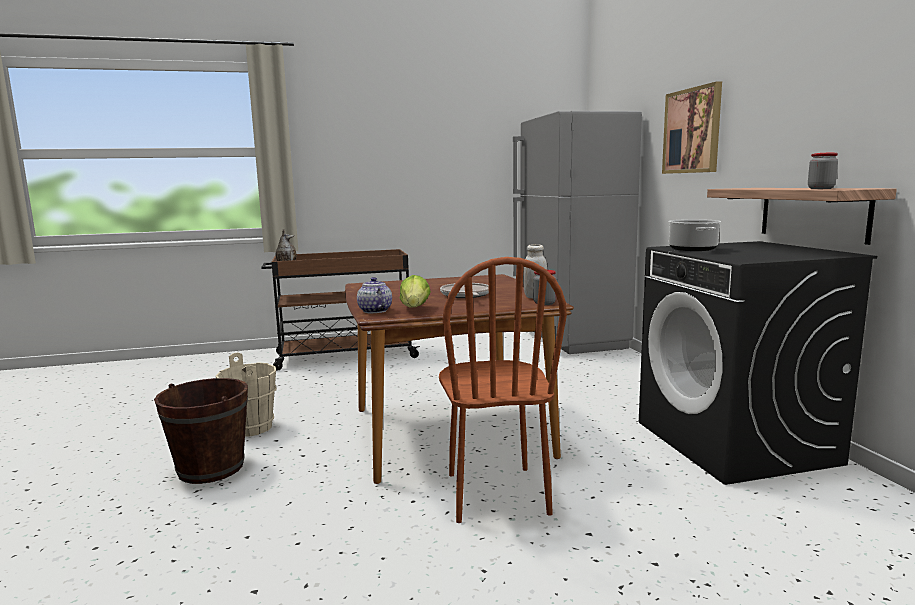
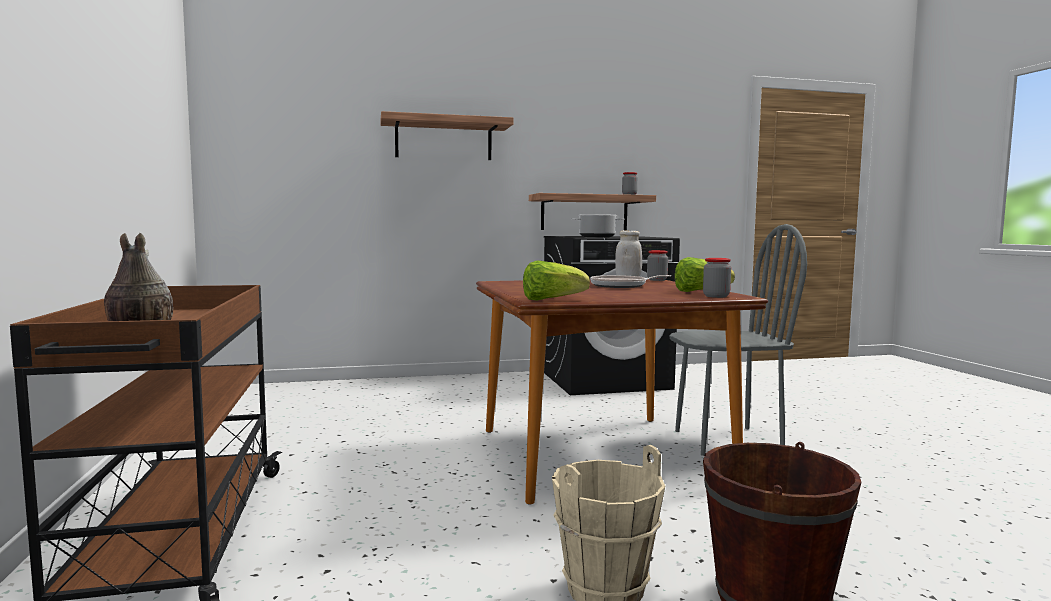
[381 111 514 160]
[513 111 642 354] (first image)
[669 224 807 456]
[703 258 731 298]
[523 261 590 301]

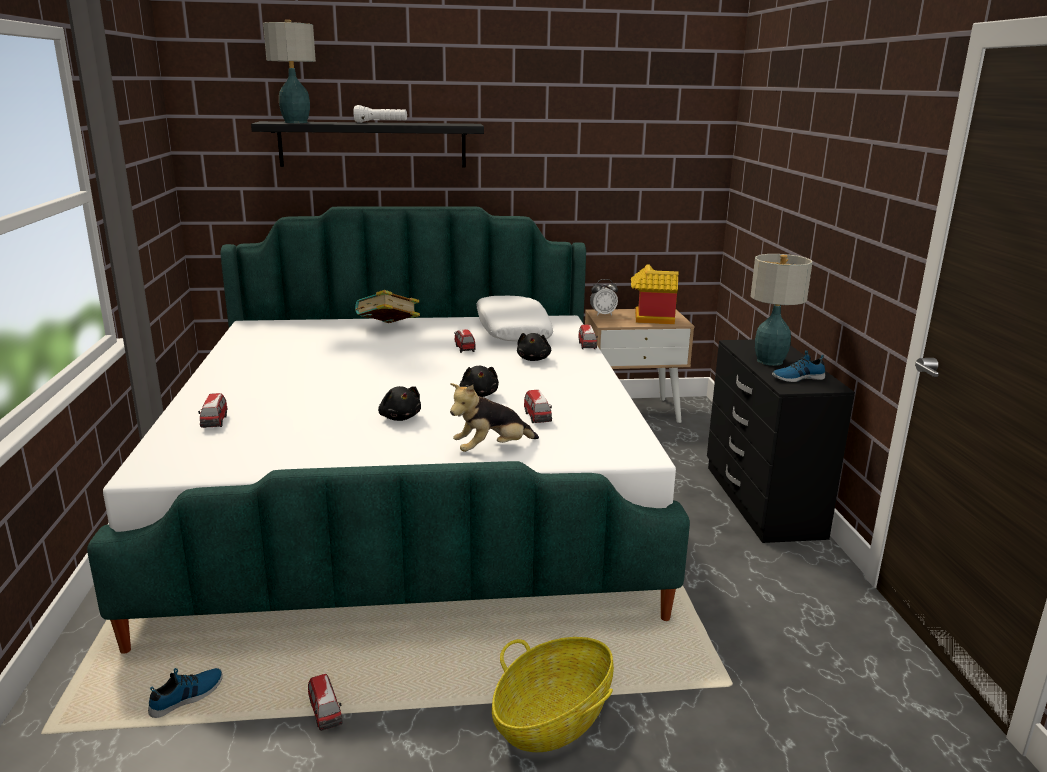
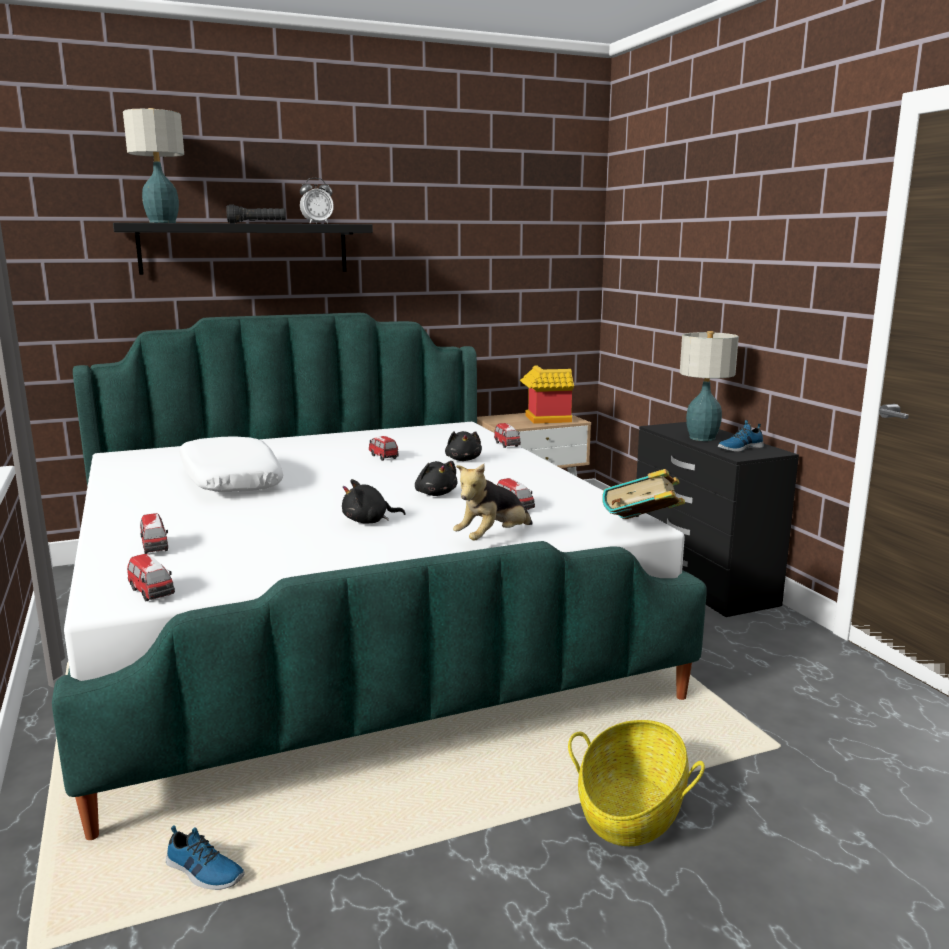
[226 204 286 223]
[300 178 334 224]
[602 469 685 519]
[179 436 283 492]
[342 479 406 524]
[166 825 245 890]
[127 554 175 601]

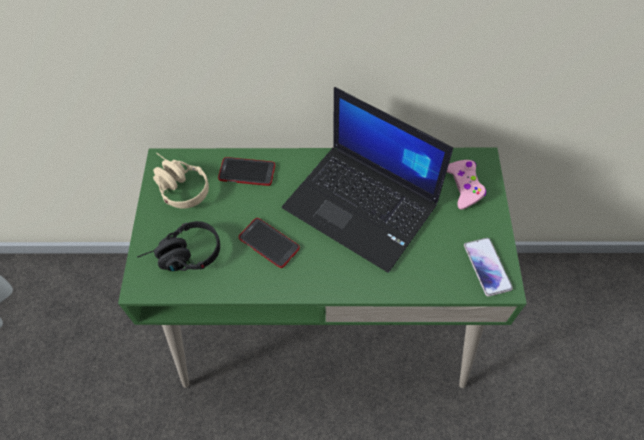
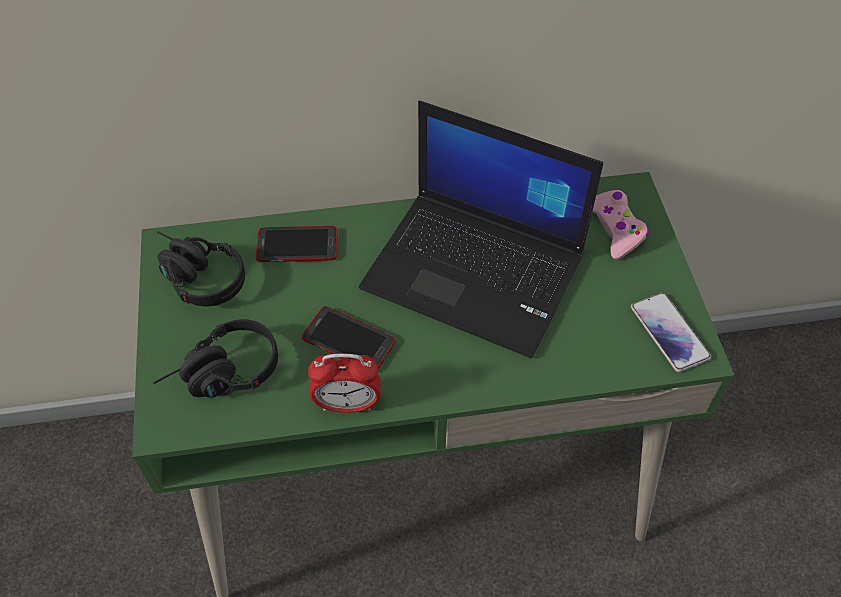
[157 232 245 306]
[308 354 381 413]

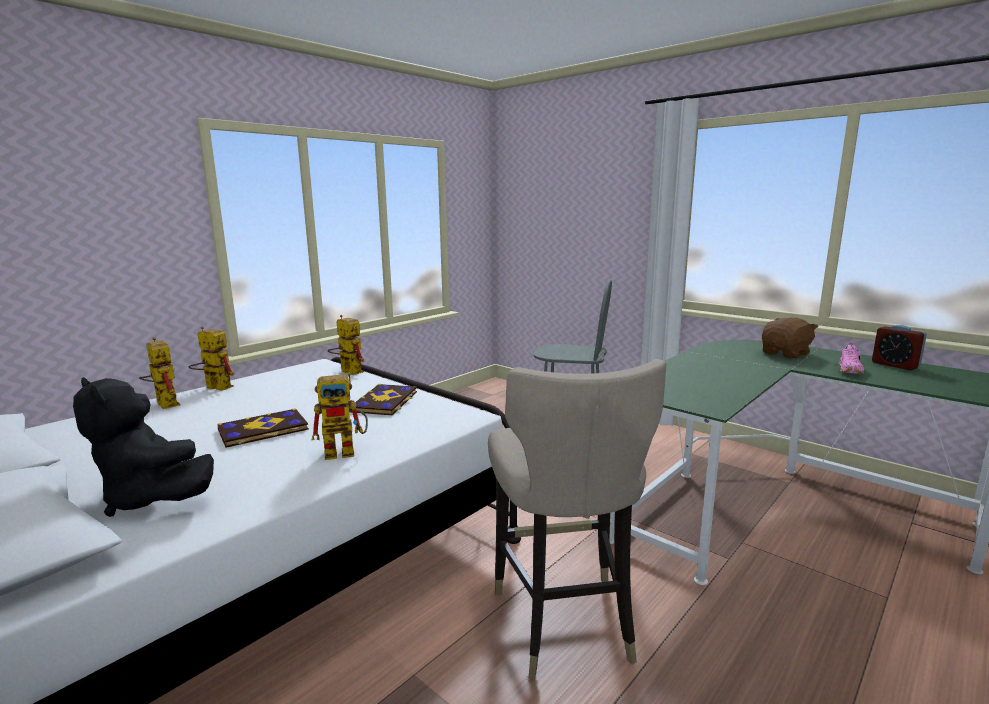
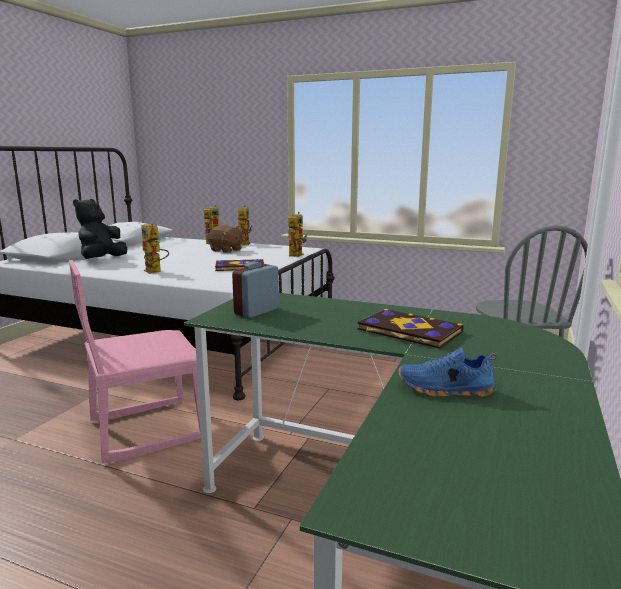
[208 225 243 253]
[232 262 279 318]
[398 348 496 397]
[69 260 201 463]
[358 309 464 349]

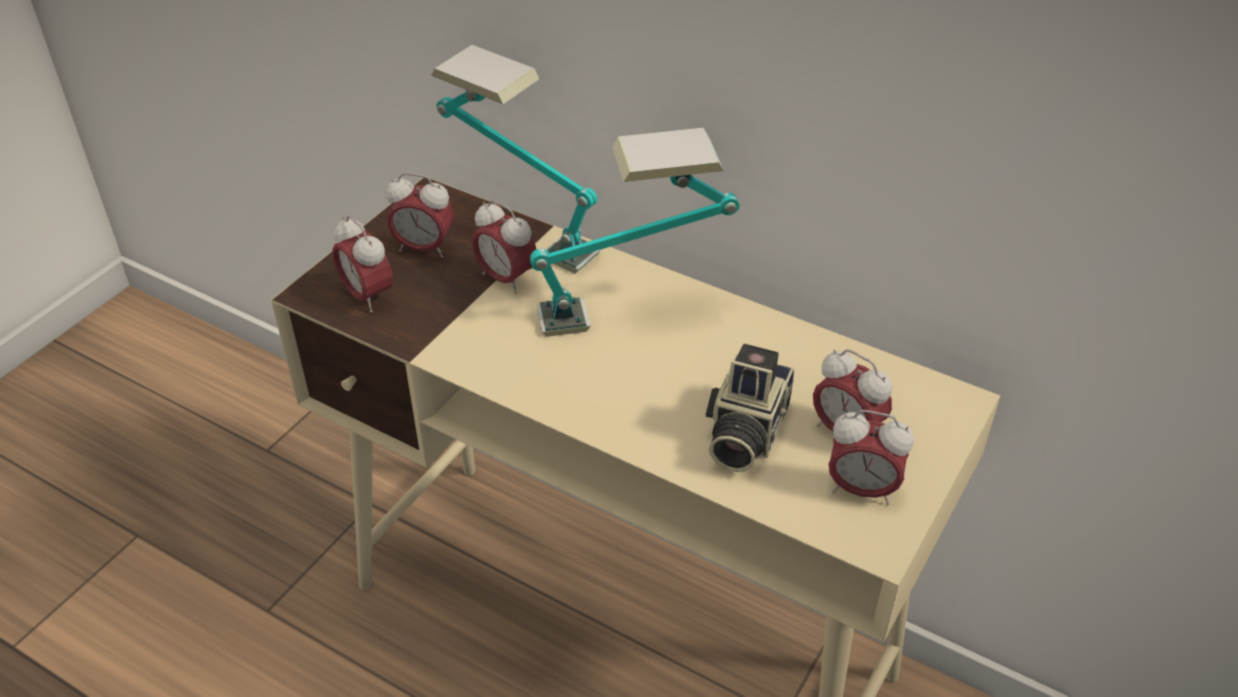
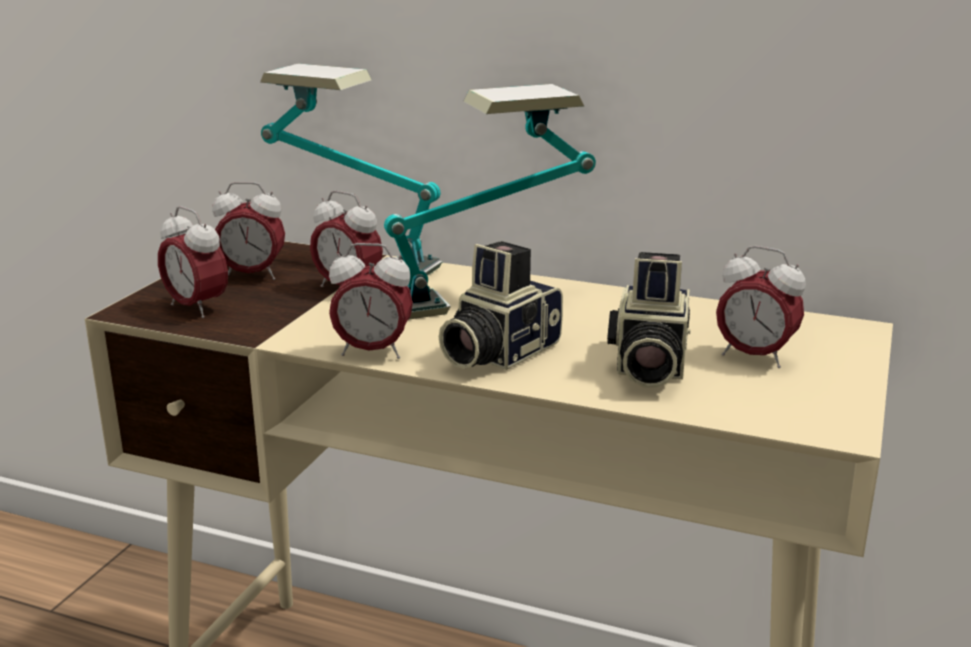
[329 243 413 359]
[439 241 563 370]

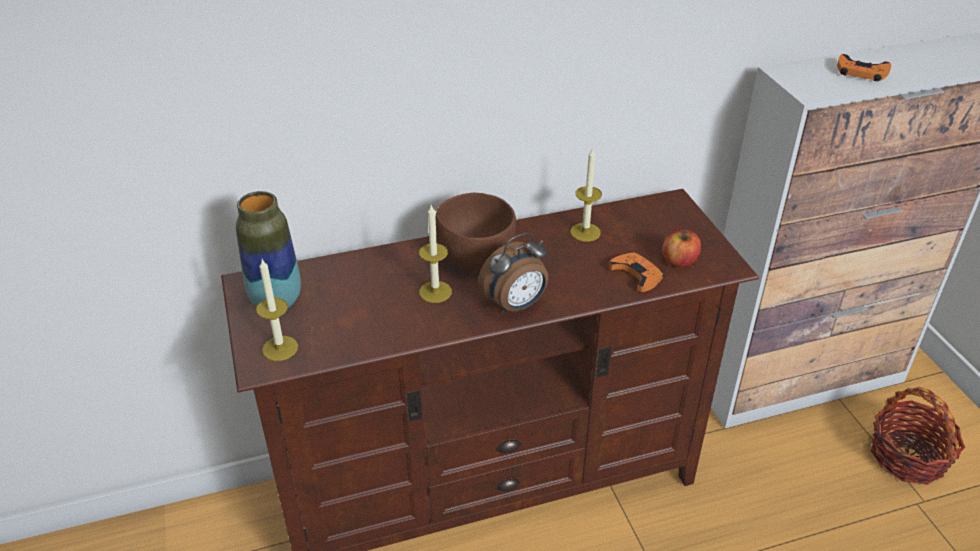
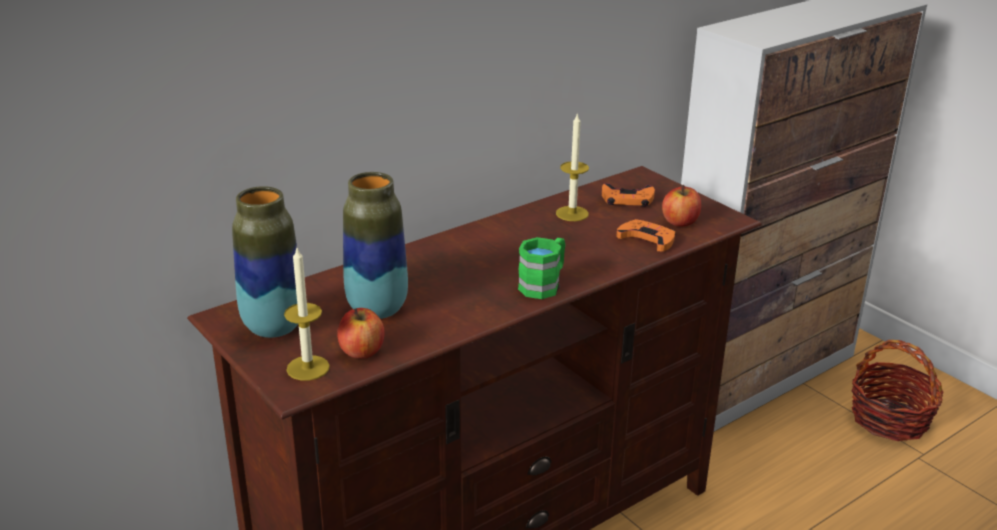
[602 183 655 207]
[436 193 516 269] (first image)
[419 205 452 303] (first image)
[518 237 565 299]
[343 172 408 319]
[337 308 385 359]

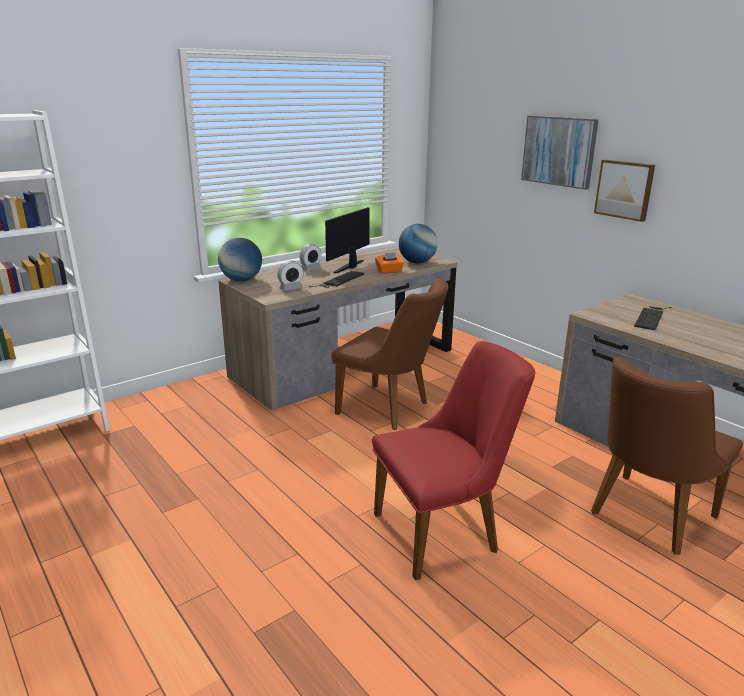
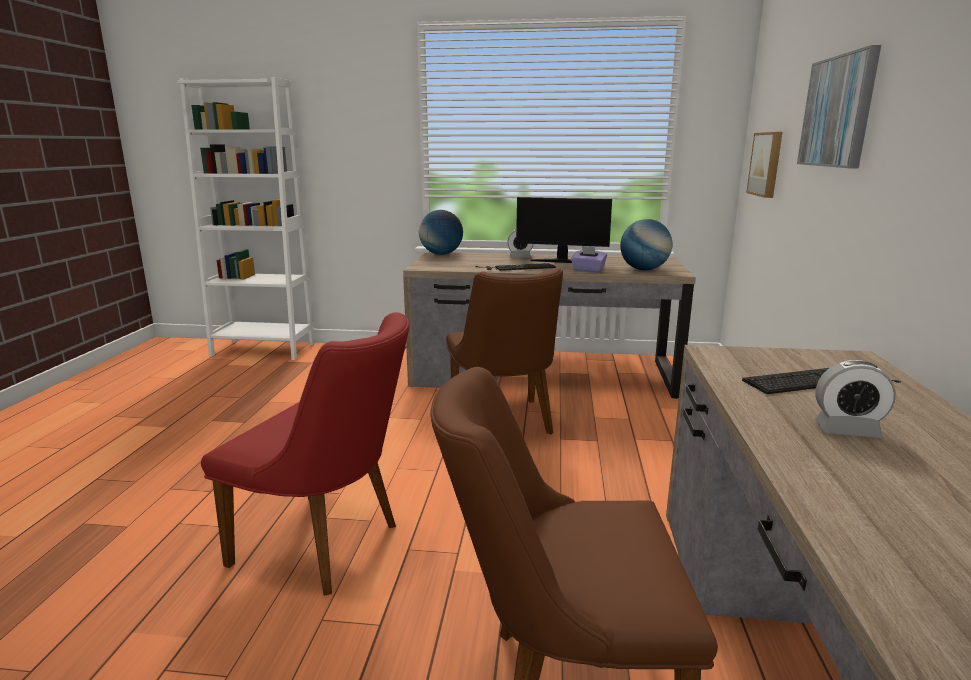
[746 132 783 198]
[516 197 612 263]
[571 246 607 273]
[815 360 896 438]

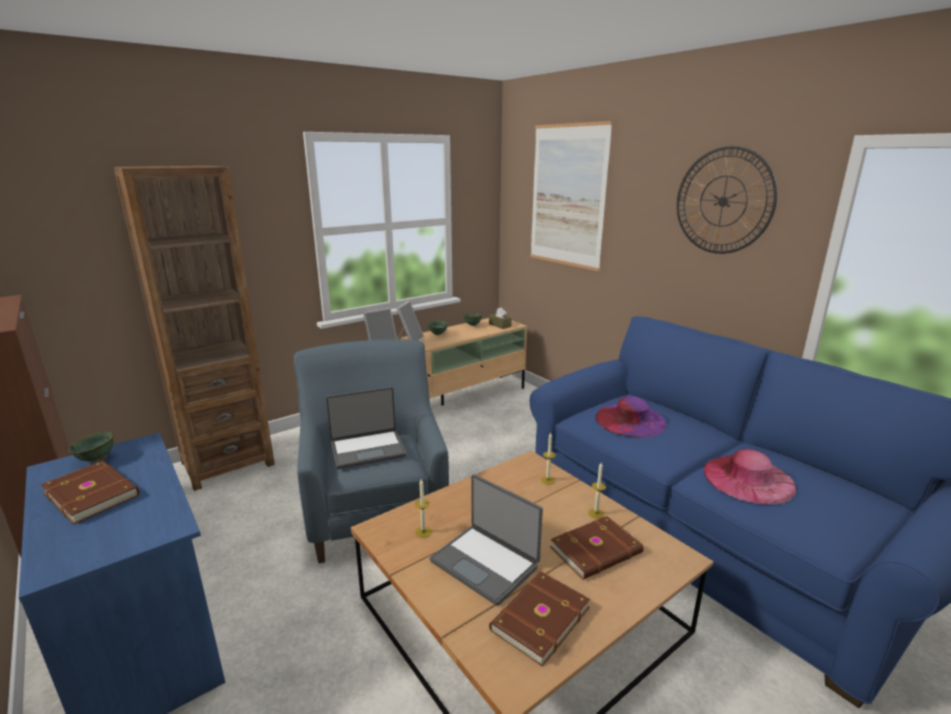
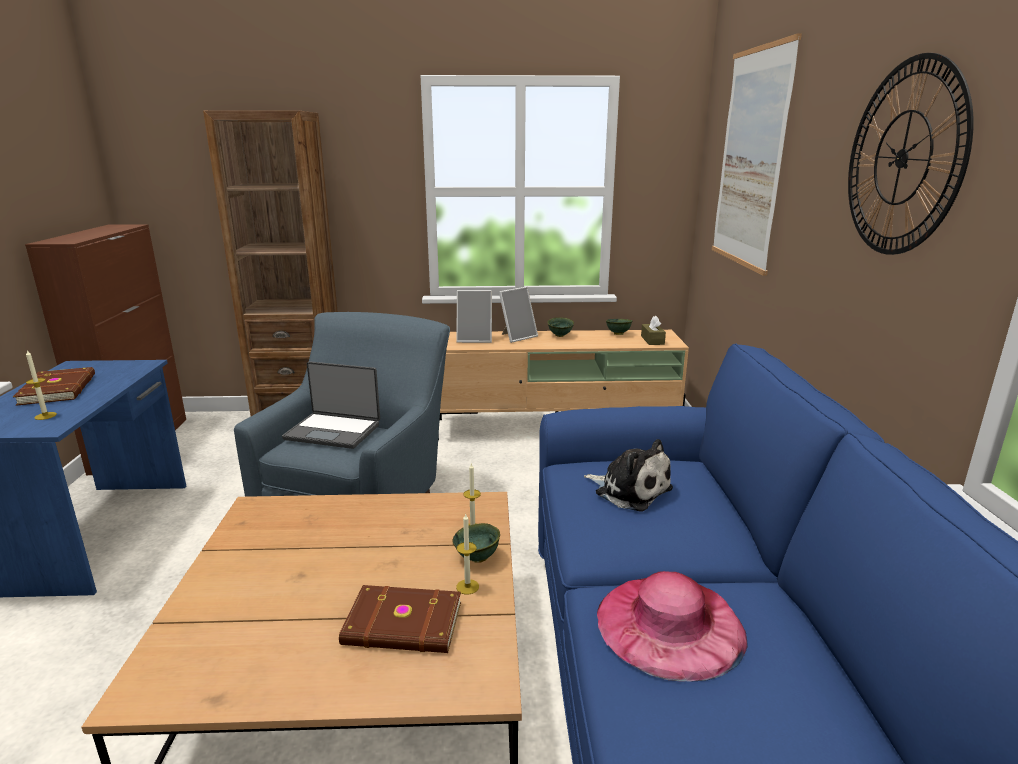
[584 439 673 512]
[452 523 500 563]
[430 474 543 606] (first image)
[26 351 57 420]
[489 572 590 667] (first image)

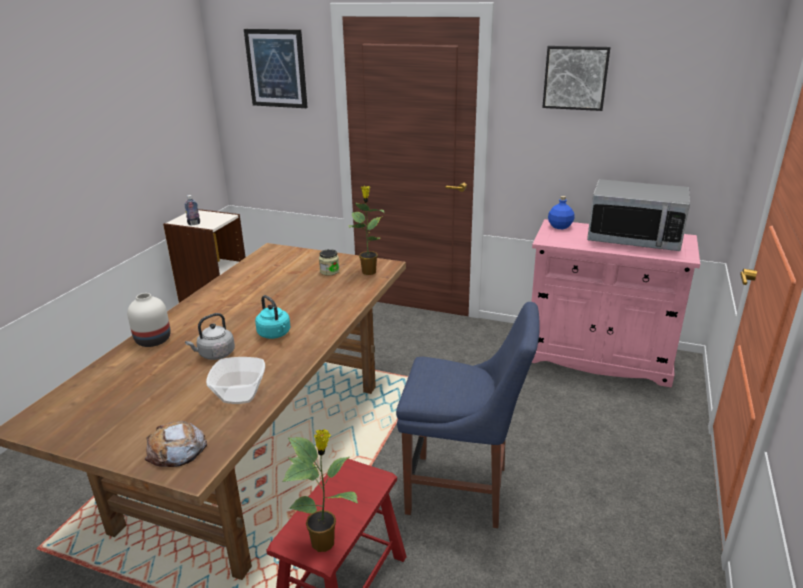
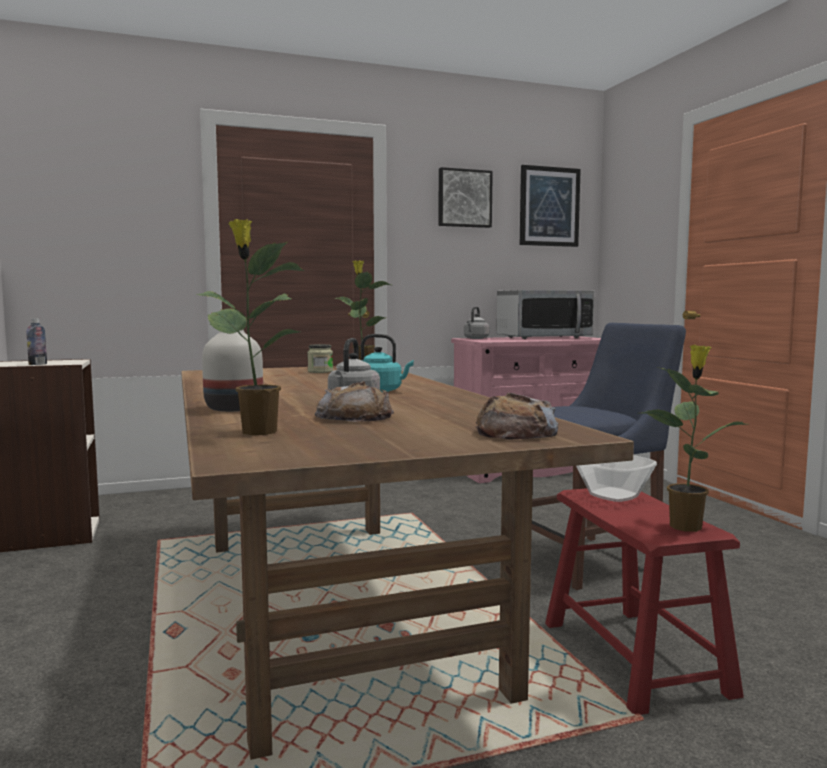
[520 165 581 247]
[464 307 489 339]
[576 455 657 502]
[196 219 304 435]
[315 381 394 422]

